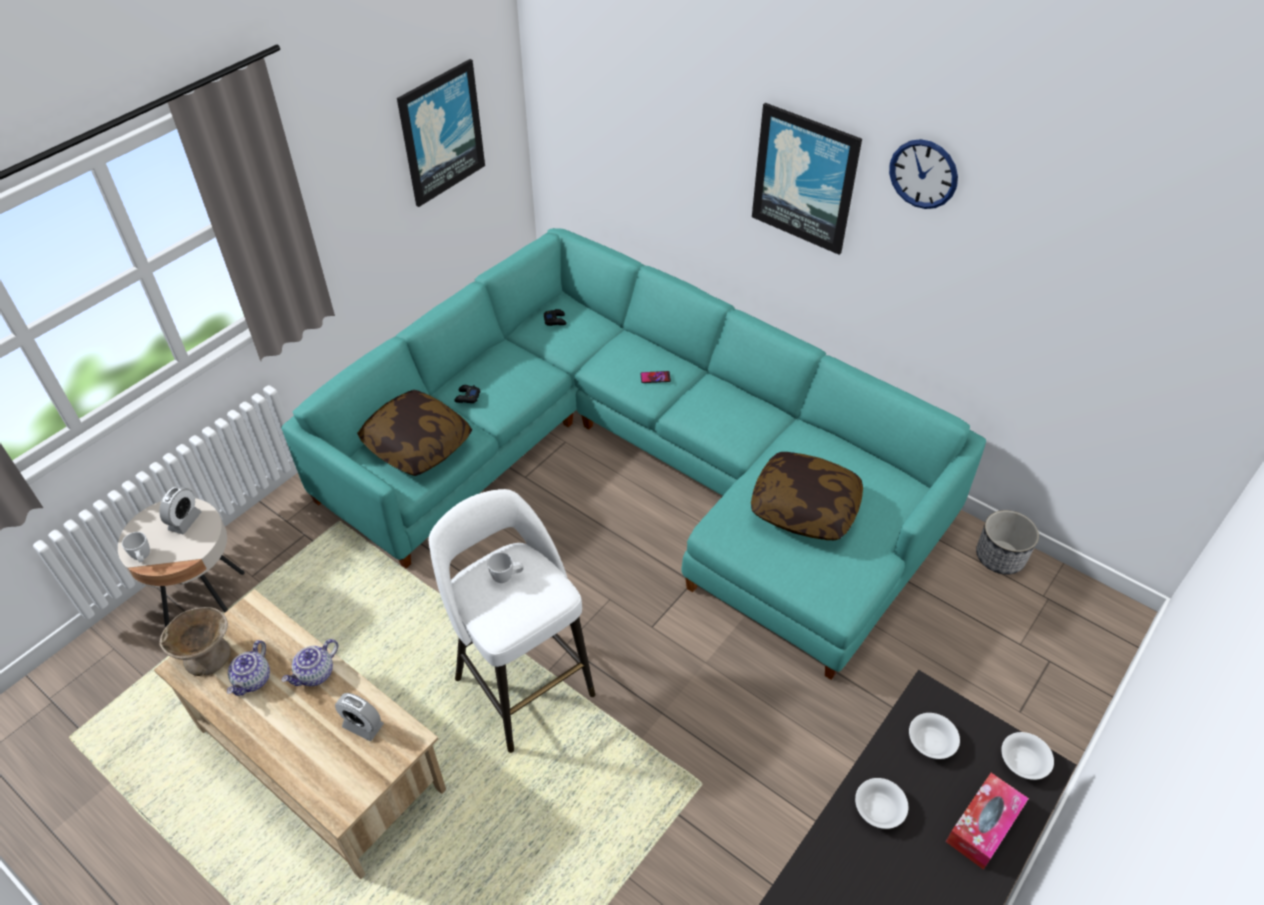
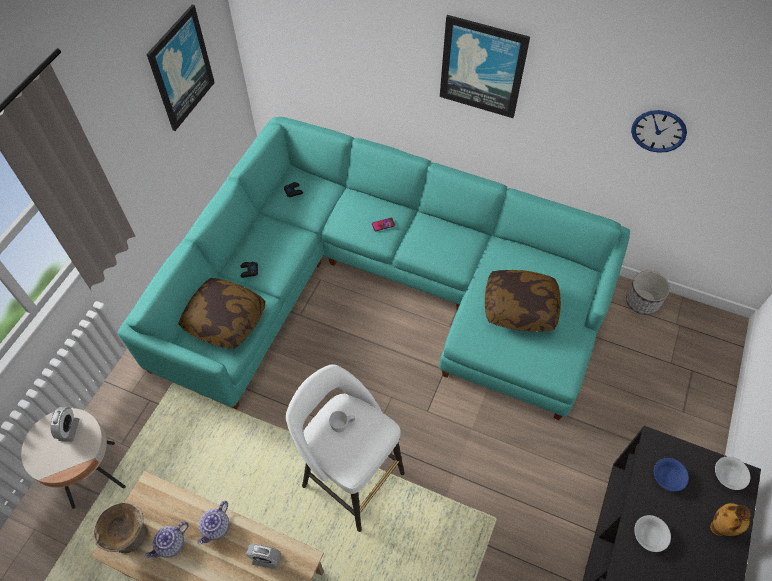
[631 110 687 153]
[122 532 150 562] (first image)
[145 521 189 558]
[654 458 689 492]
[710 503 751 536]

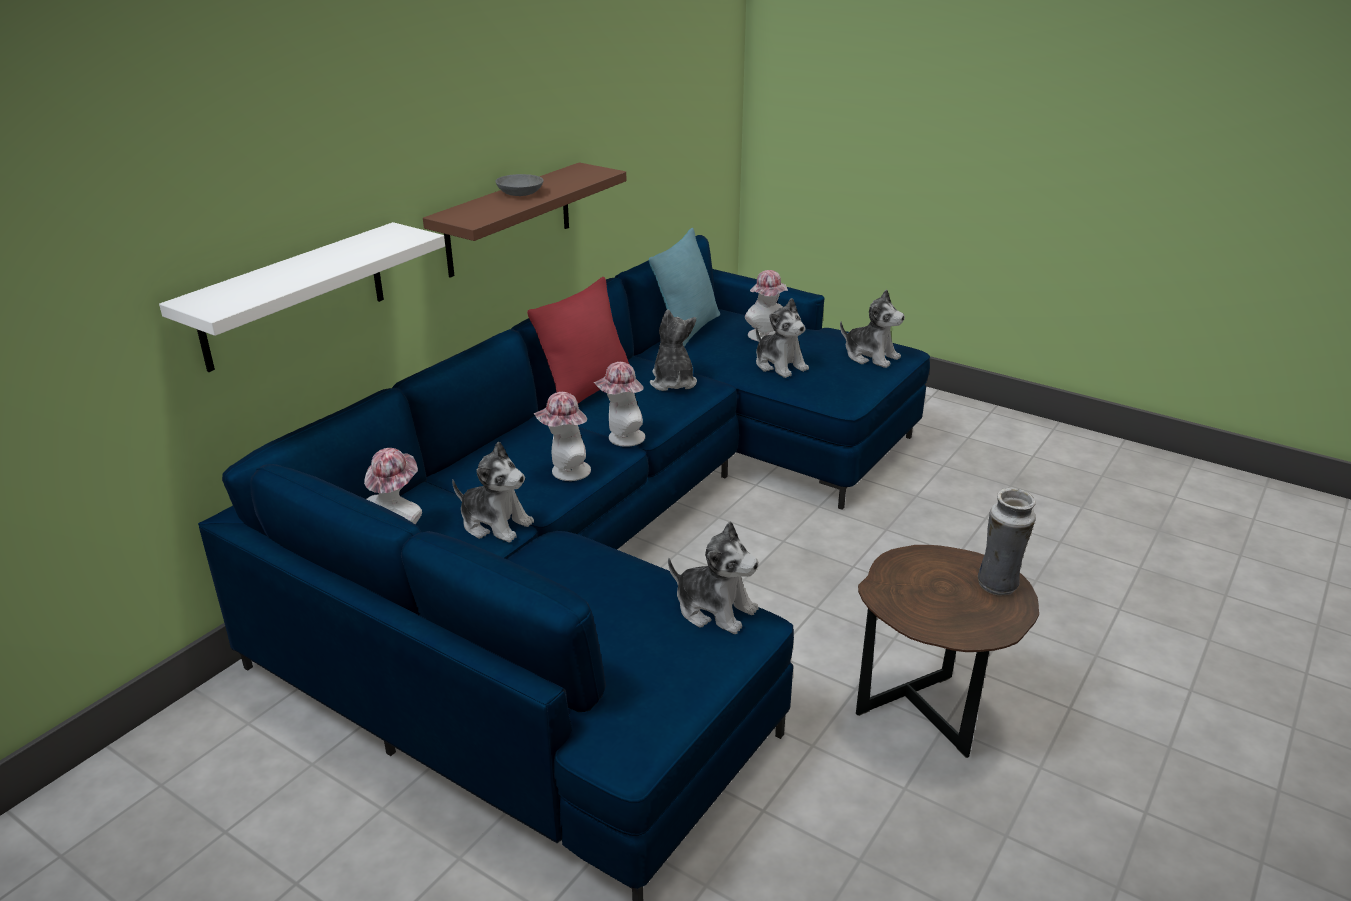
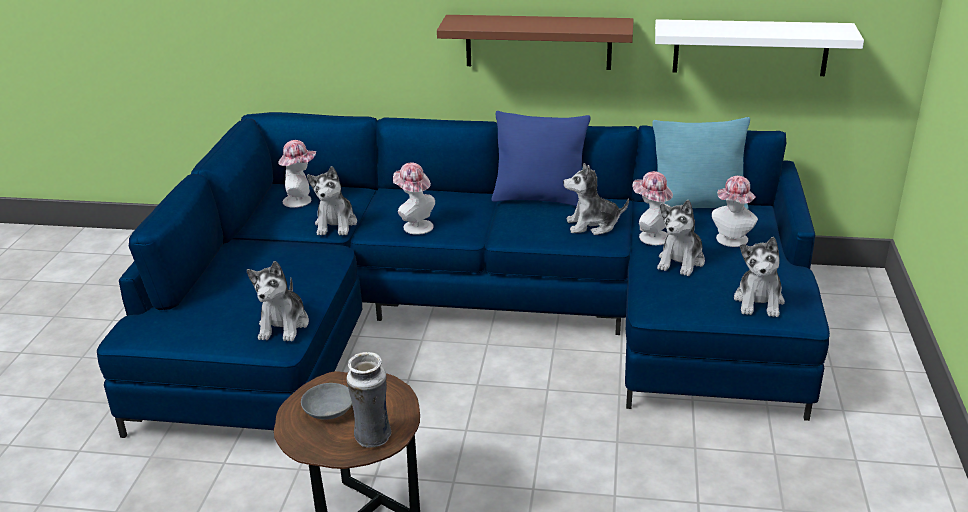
[301 383 352 420]
[655 19 864 76]
[491 111 591 206]
[563 163 629 235]
[633 171 673 245]

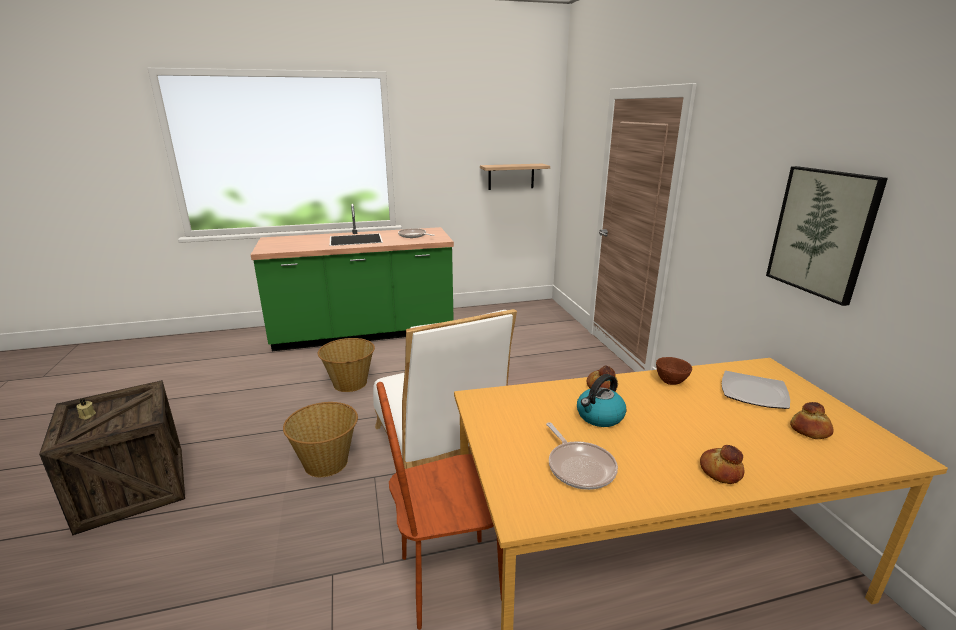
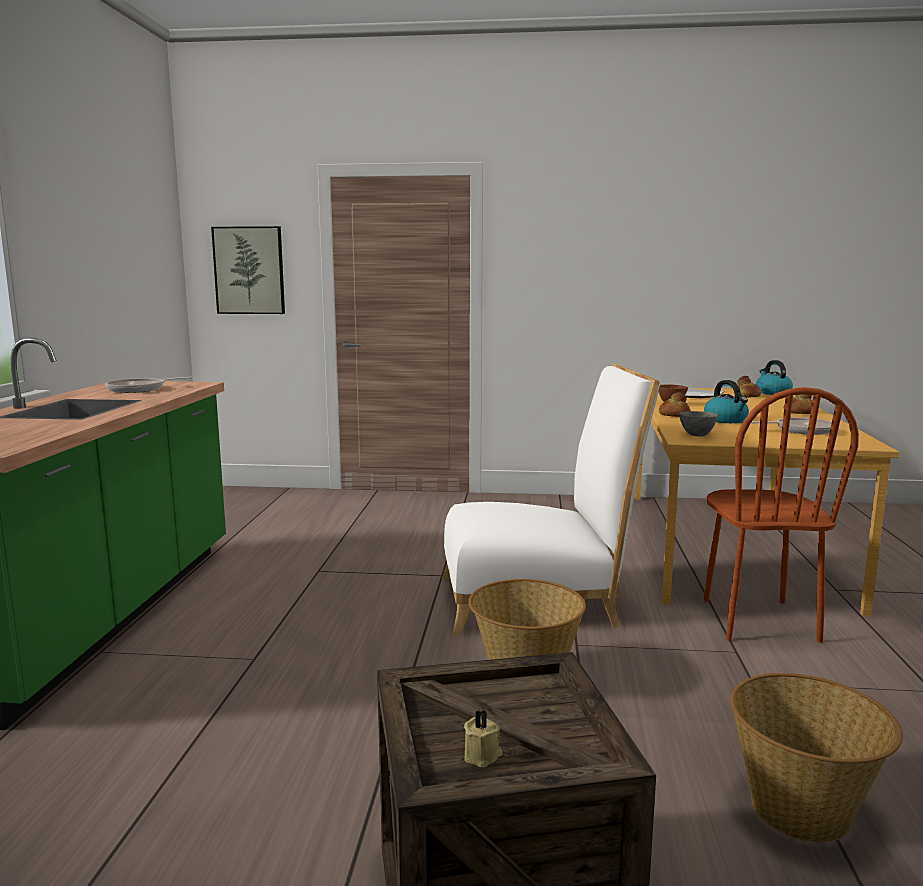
[480 164 550 190] (first image)
[211 226 285 314]
[730 673 903 842]
[756 360 793 395]
[679 411 718 436]

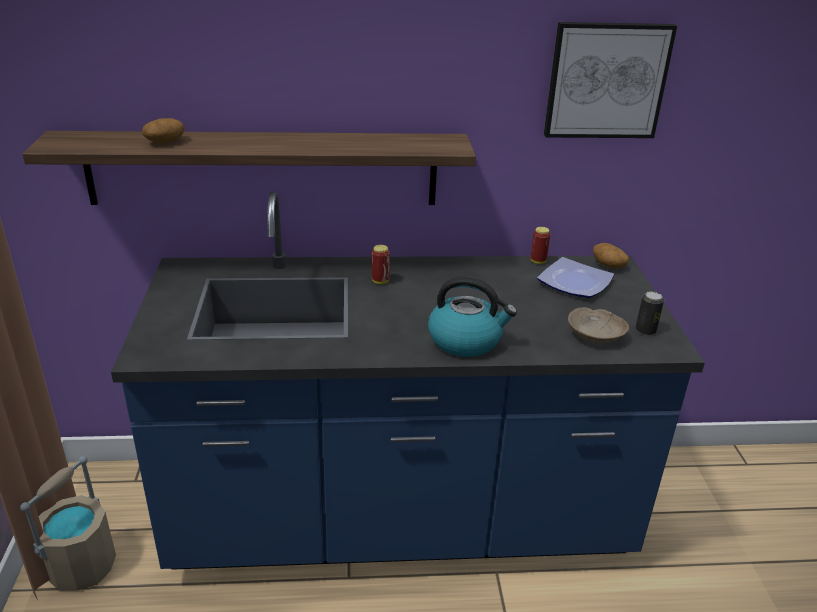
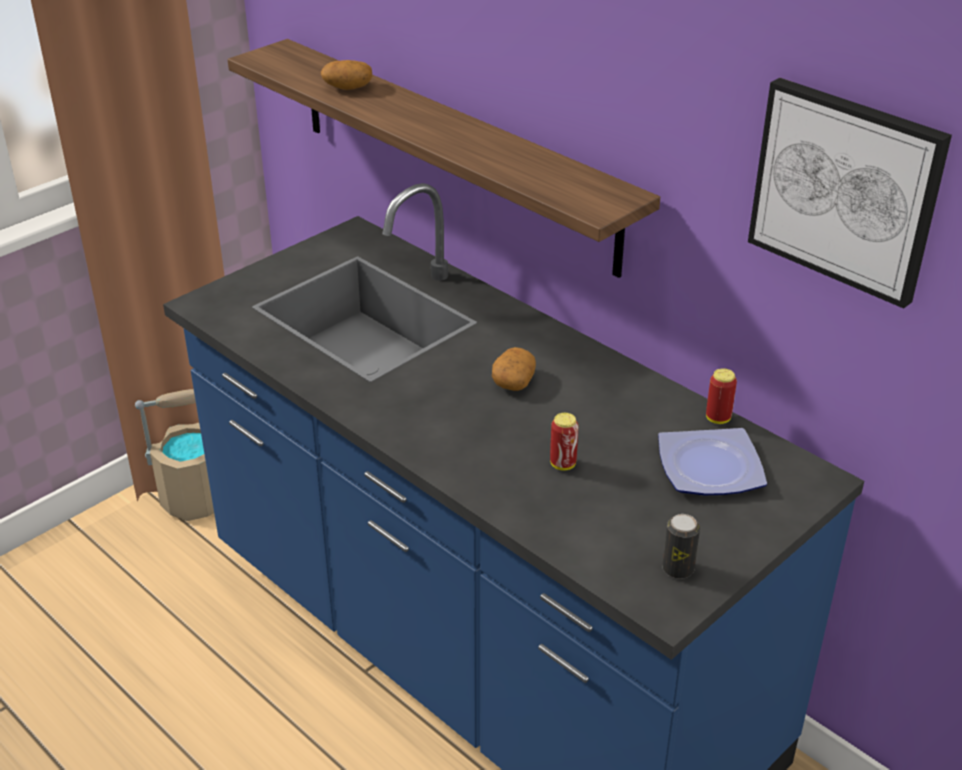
[492 347 536 391]
[550 413 579 471]
[428 276 517 357] (first image)
[568 307 629 344] (first image)

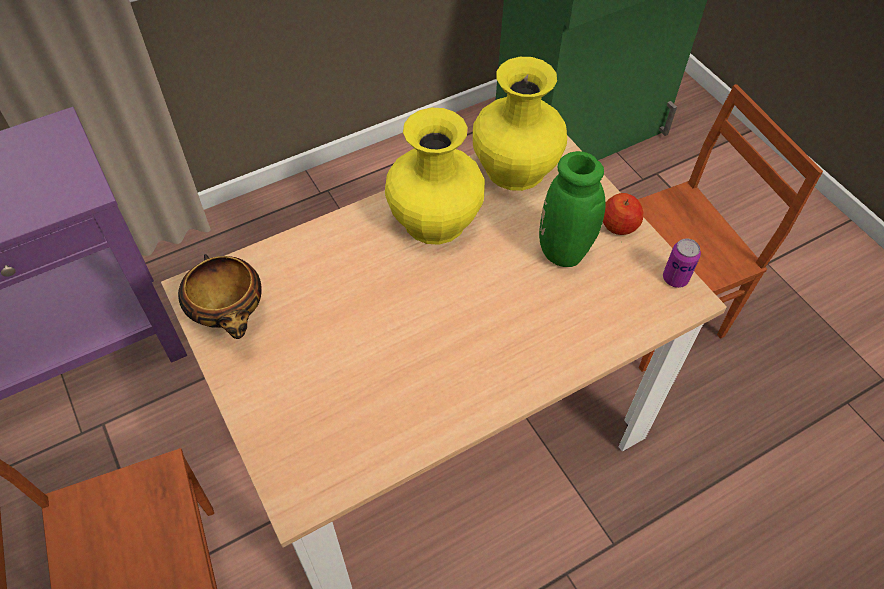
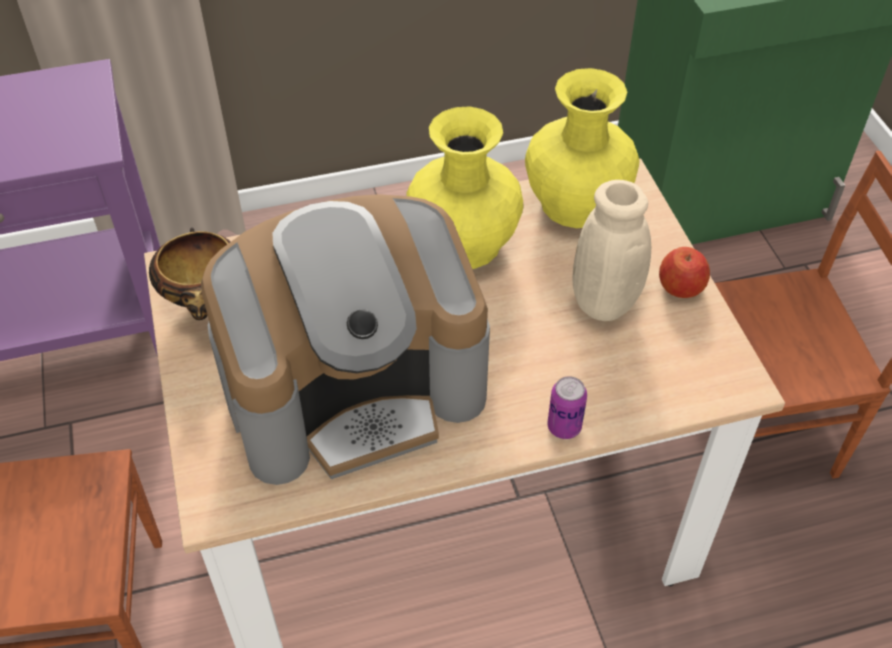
[572 180 651 321]
[547 376 587 439]
[201 194 490 485]

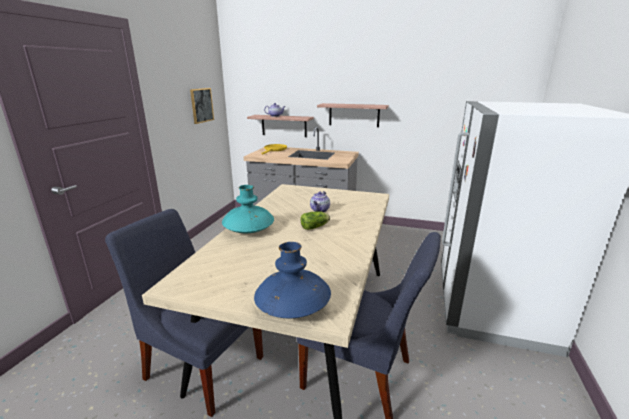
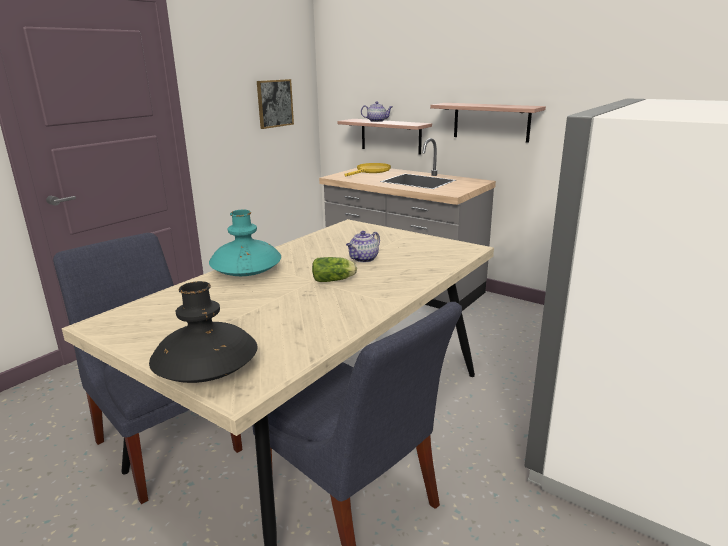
[149 281 257 383]

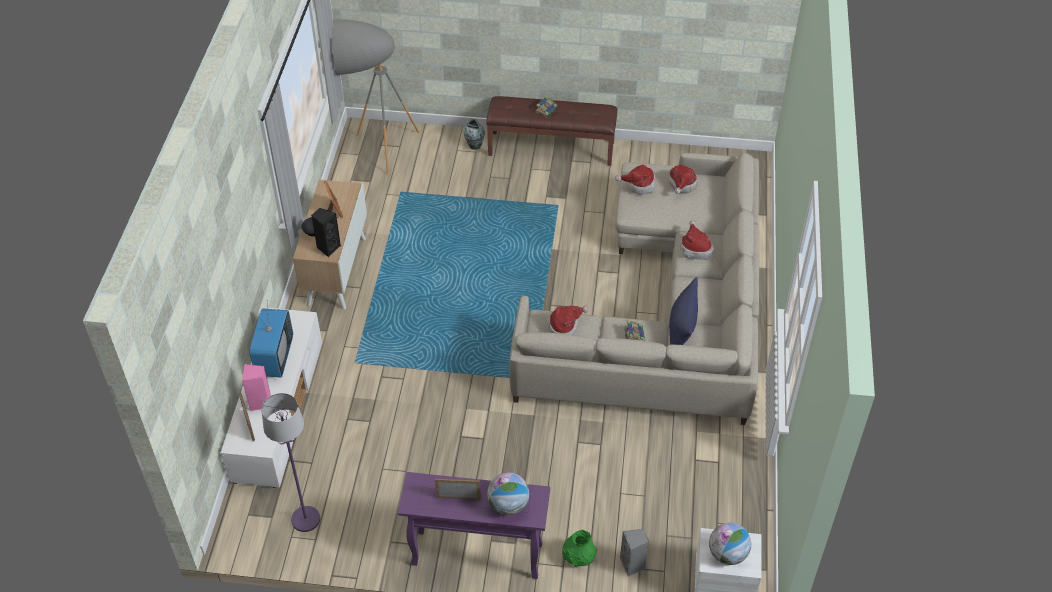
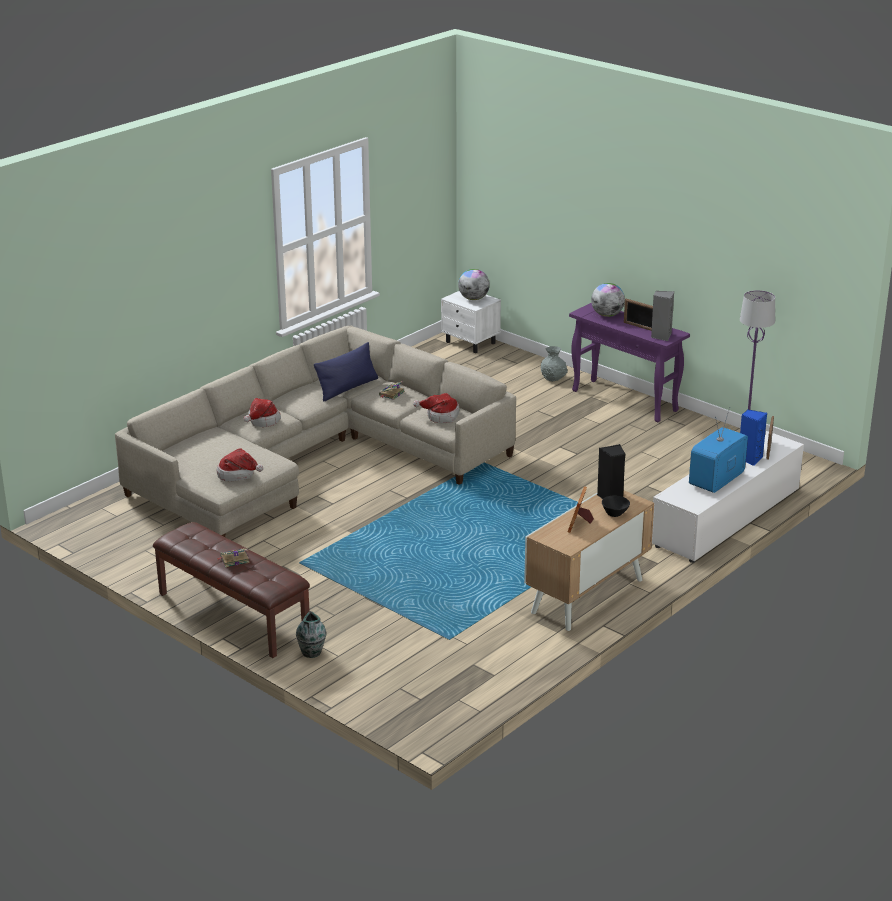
[332 19 419 175] (first image)
[668 165 698 194] (first image)
[740 409 767 466]
[541 346 568 382]
[651 291 674 341]

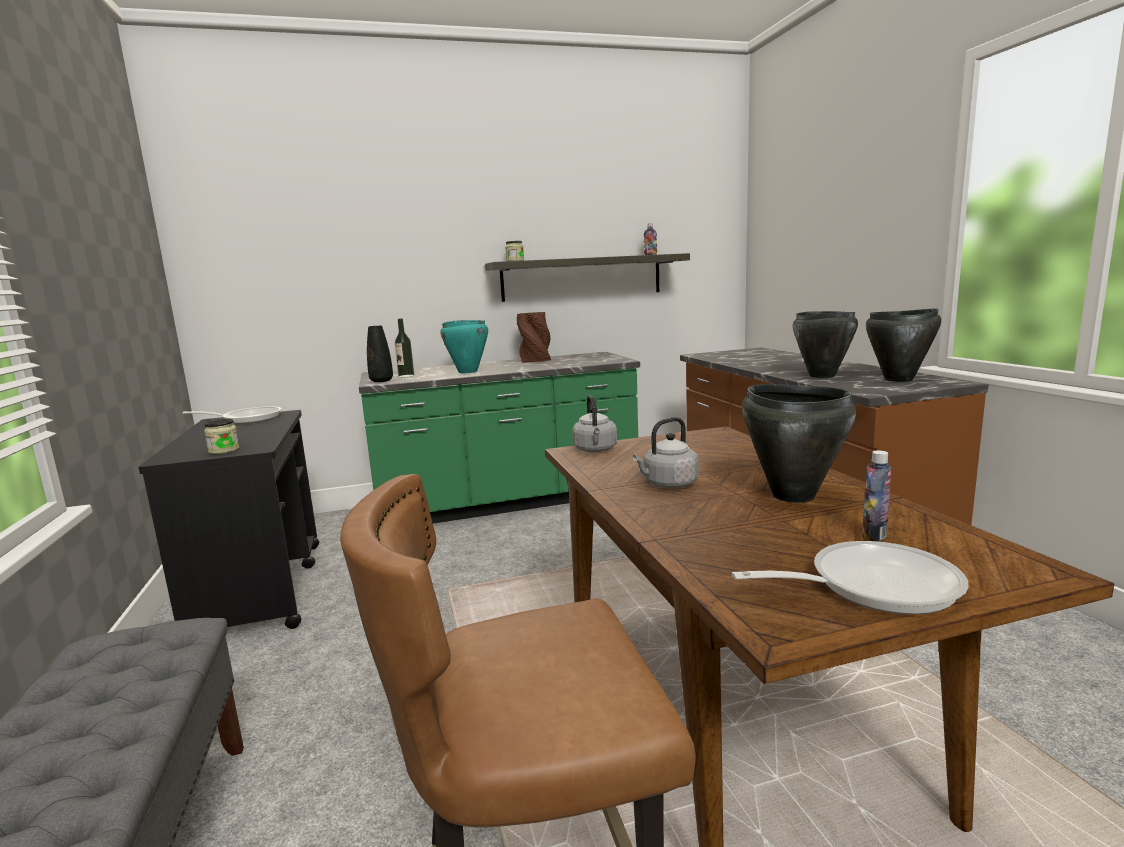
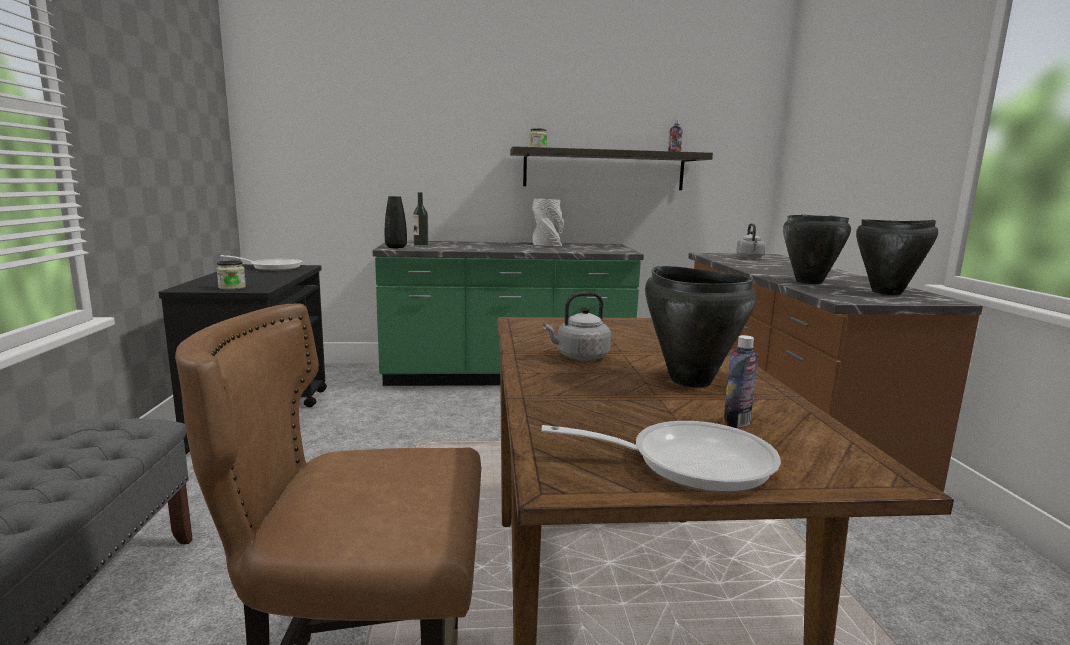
[532 199 564 246]
[441 320 488 373] (first image)
[736 223 766 258]

